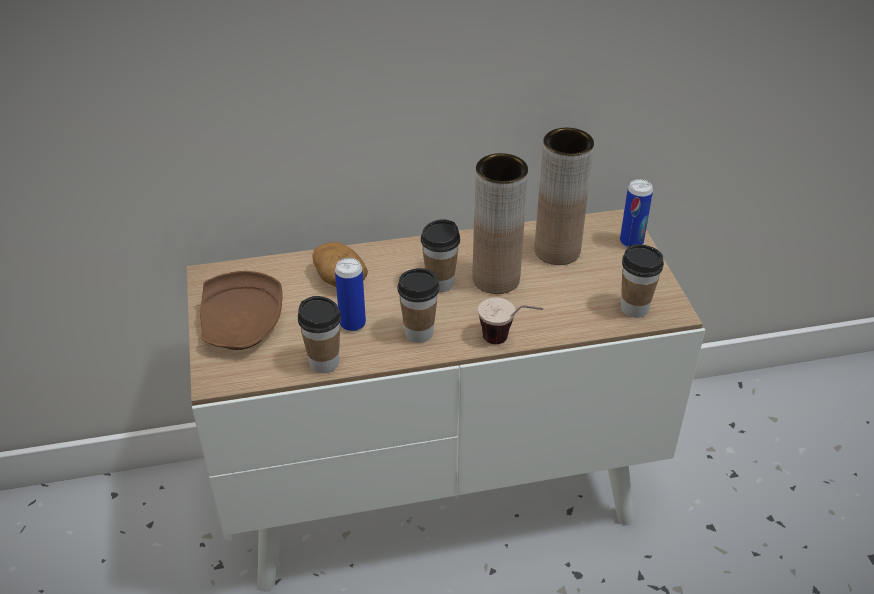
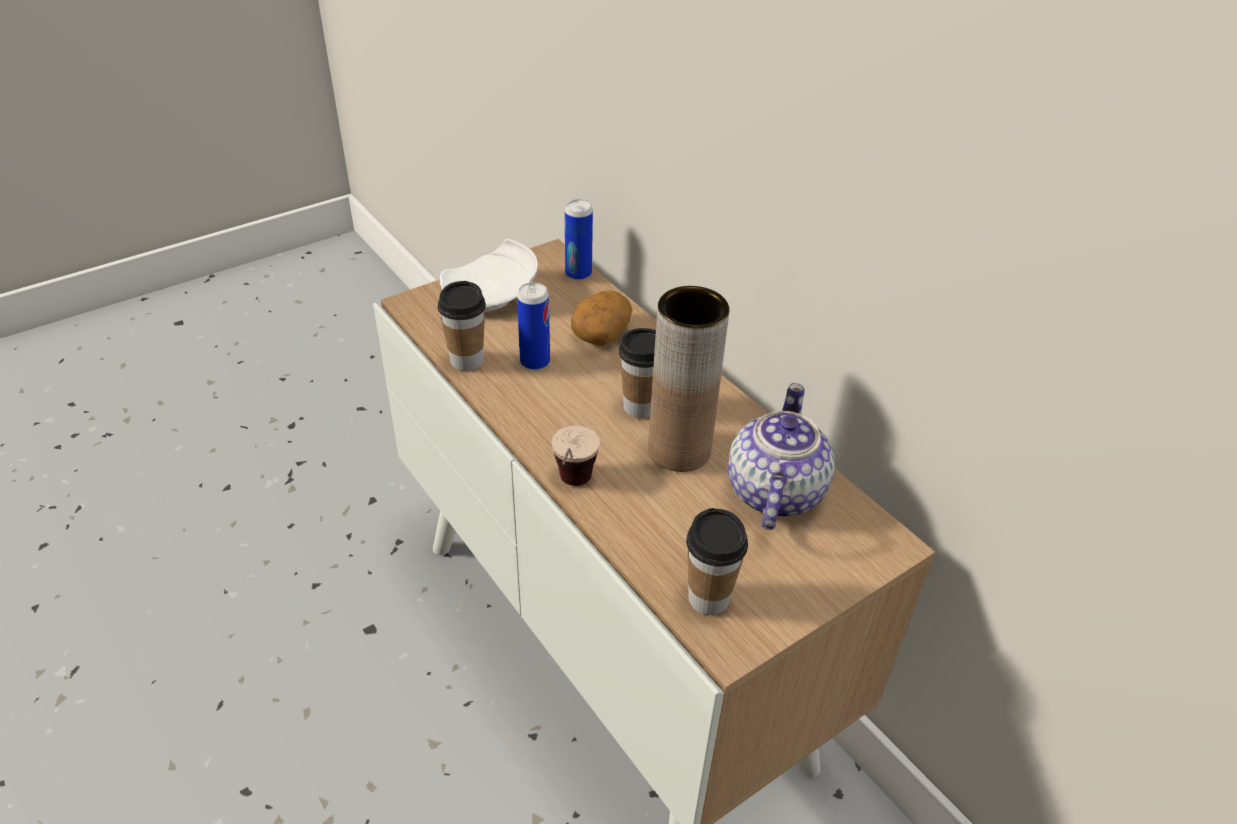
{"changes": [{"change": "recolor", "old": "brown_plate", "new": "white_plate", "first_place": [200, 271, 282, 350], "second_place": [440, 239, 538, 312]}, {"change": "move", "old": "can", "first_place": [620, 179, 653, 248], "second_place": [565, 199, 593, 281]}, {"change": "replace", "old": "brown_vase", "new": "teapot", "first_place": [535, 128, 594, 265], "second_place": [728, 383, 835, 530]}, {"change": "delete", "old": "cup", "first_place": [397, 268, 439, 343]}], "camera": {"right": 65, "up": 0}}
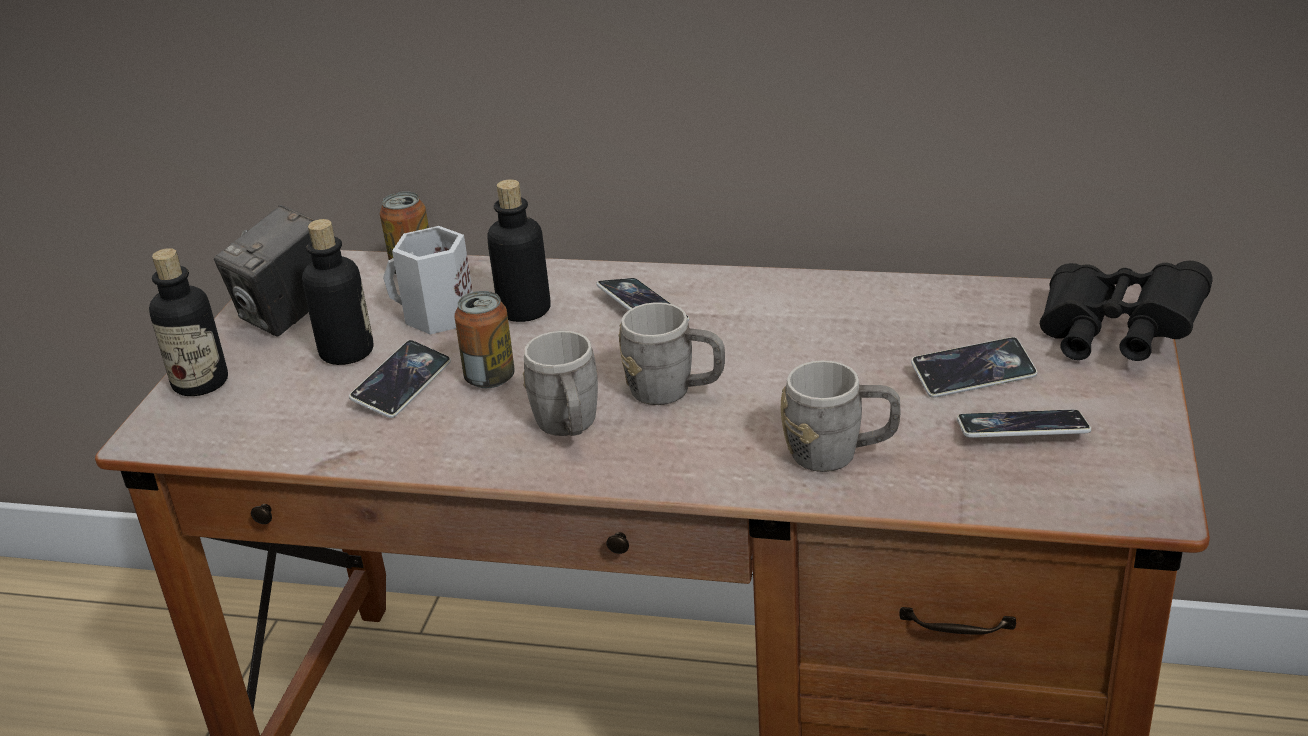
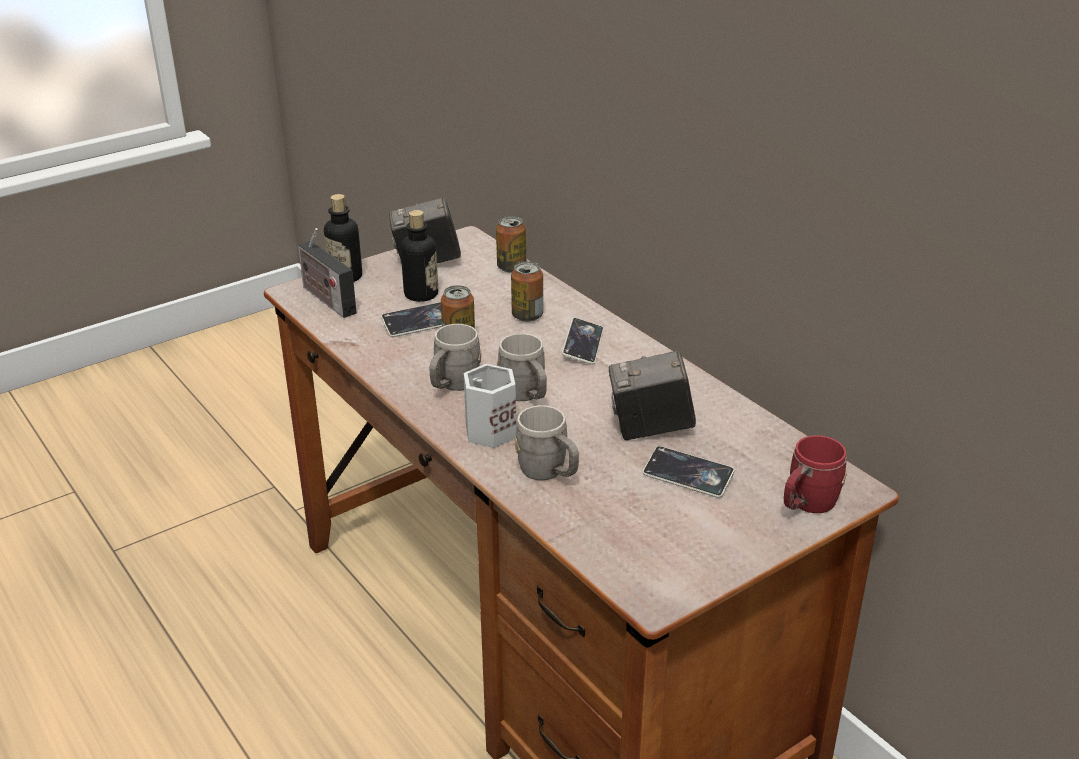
{"changes": [{"change": "insert", "new": "radio", "second_place": [298, 228, 357, 318]}, {"change": "move", "old": "white_mug", "first_place": [383, 226, 473, 335], "second_place": [464, 364, 516, 448]}, {"change": "replace", "old": "bottle", "new": "can", "first_place": [488, 179, 551, 322], "second_place": [511, 261, 543, 322]}, {"change": "insert", "new": "photo_camera", "second_place": [609, 350, 696, 440]}, {"change": "replace", "old": "black_binoculars", "new": "red_mug", "first_place": [1040, 261, 1213, 361], "second_place": [784, 435, 847, 513]}, {"change": "delete", "old": "phone", "first_place": [957, 410, 1091, 438]}], "camera": {"right": 40, "up": 0}}
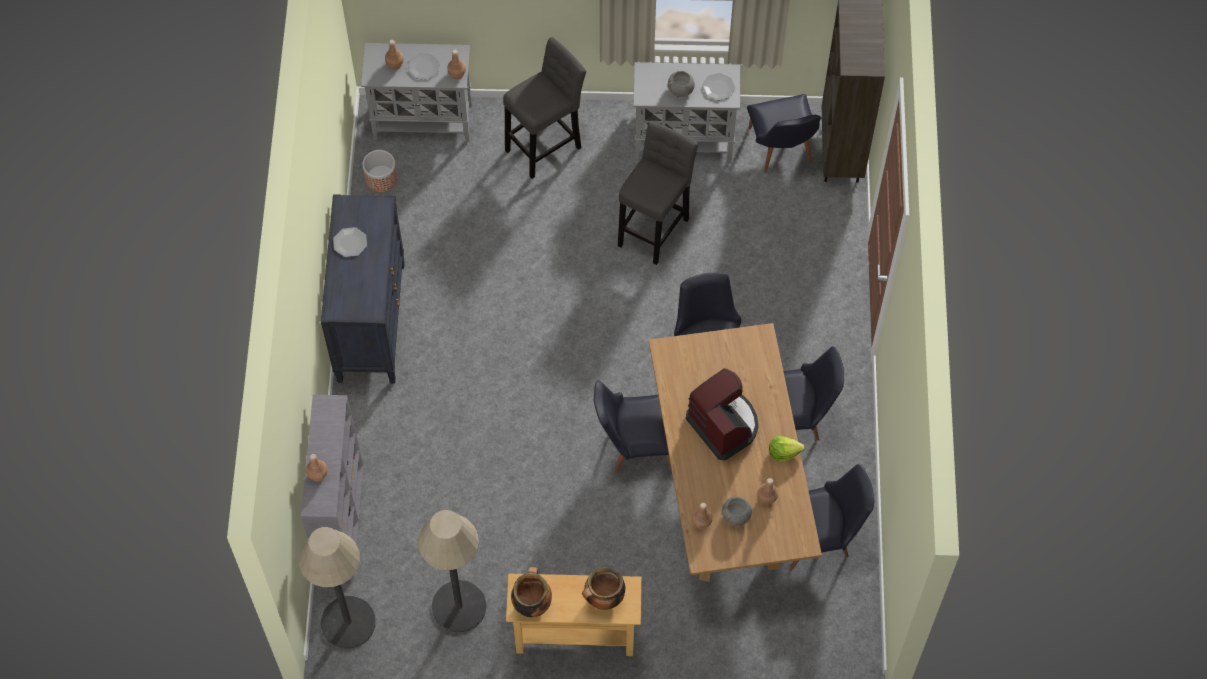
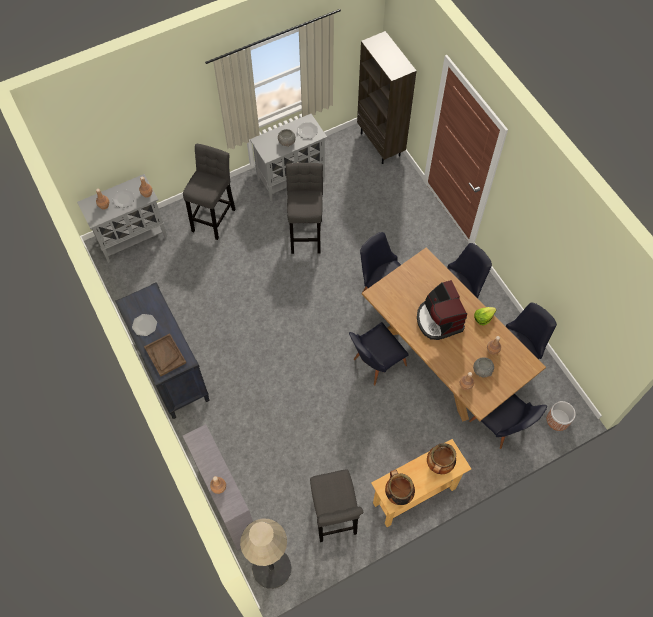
{"changes": [{"change": "insert", "new": "brown_tray", "second_place": [144, 333, 186, 377]}, {"change": "replace", "old": "floor_lamp", "new": "grey_stool", "first_place": [418, 510, 487, 633], "second_place": [310, 469, 363, 542]}, {"change": "rotate", "old": "coffee_machine", "first_place": [686, 368, 759, 461], "second_place": [417, 280, 467, 340], "degrees": -135}, {"change": "move", "old": "black_chair", "first_place": [747, 94, 821, 173], "second_place": [469, 394, 547, 449]}, {"change": "move", "old": "planter", "first_place": [362, 150, 397, 192], "second_place": [547, 401, 576, 431]}], "camera": {"right": -30, "up": 0}}
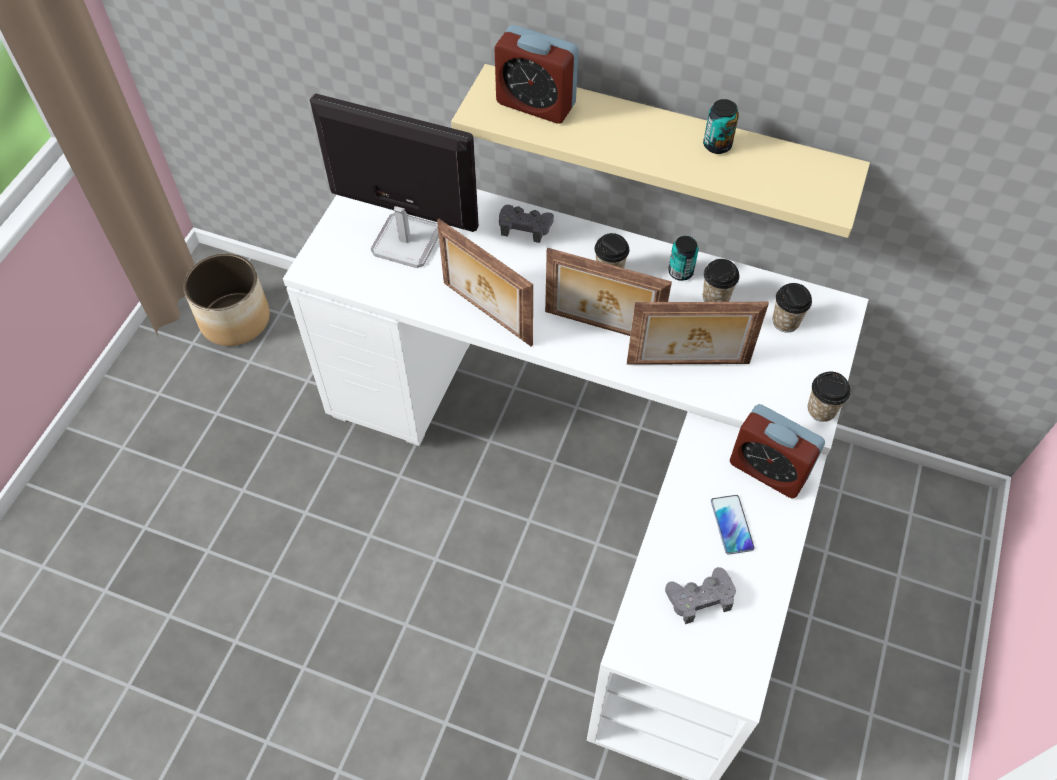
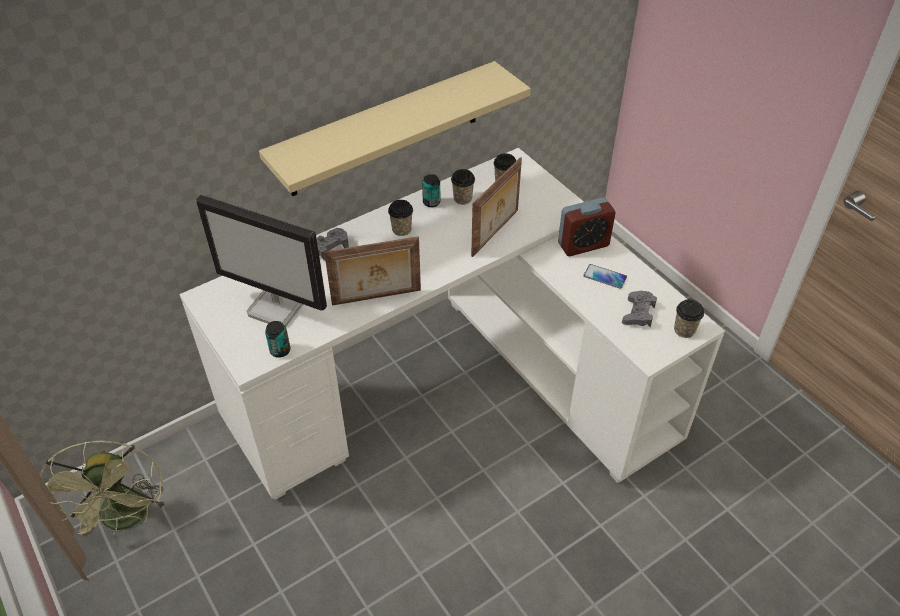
{"changes": [{"change": "replace", "old": "planter", "new": "green_fan", "first_place": [183, 254, 270, 346], "second_place": [40, 441, 167, 536]}, {"change": "rotate", "old": "monitor", "first_place": [310, 93, 479, 268], "second_place": [196, 195, 327, 327], "degrees": -120}, {"change": "move", "old": "can", "first_place": [703, 99, 739, 154], "second_place": [265, 321, 291, 358]}, {"change": "move", "old": "cup", "first_place": [807, 372, 850, 422], "second_place": [674, 299, 704, 338]}, {"change": "delete", "old": "alarm_clock", "first_place": [494, 25, 579, 123]}, {"change": "delete", "old": "picture_frame", "first_place": [545, 248, 672, 336]}], "camera": {"right": -55, "up": -10}}
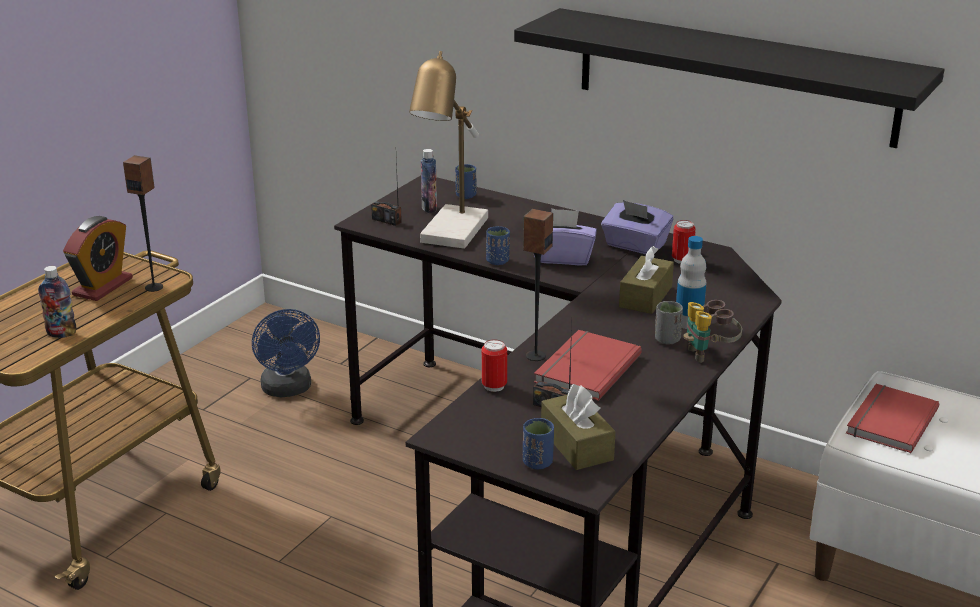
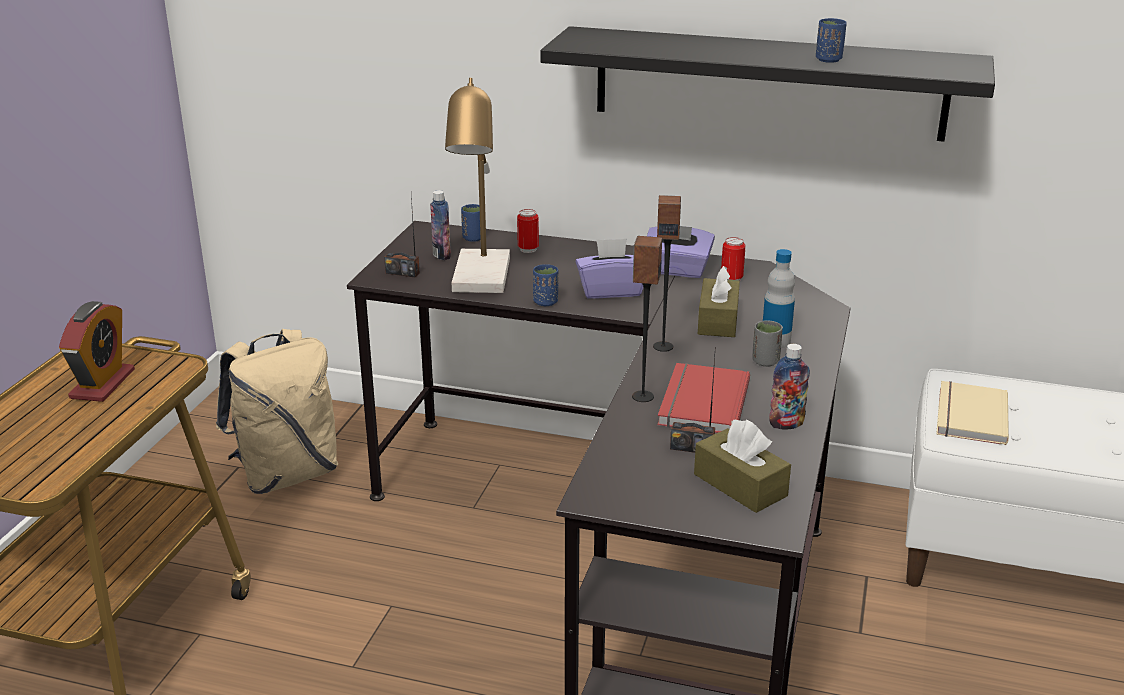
{"changes": [{"change": "replace", "old": "blue_fan", "new": "beige_backpack", "first_place": [252, 309, 320, 397], "second_place": [216, 329, 338, 494]}, {"change": "move", "old": "can", "first_place": [481, 339, 507, 392], "second_place": [517, 209, 539, 253]}, {"change": "move", "old": "speaker", "first_place": [123, 155, 163, 292], "second_place": [653, 195, 681, 352]}, {"change": "move", "old": "bottle", "first_place": [38, 266, 76, 338], "second_place": [769, 344, 810, 430]}, {"change": "move", "old": "blue_cup", "first_place": [523, 418, 554, 470], "second_place": [816, 18, 847, 63]}, {"change": "recolor", "old": "red_book", "new": "beige_book", "first_place": [846, 384, 939, 453], "second_place": [936, 381, 1009, 445]}, {"change": "delete", "old": "binoculars", "first_place": [683, 300, 742, 363]}], "camera": {"right": -15, "up": 0}}
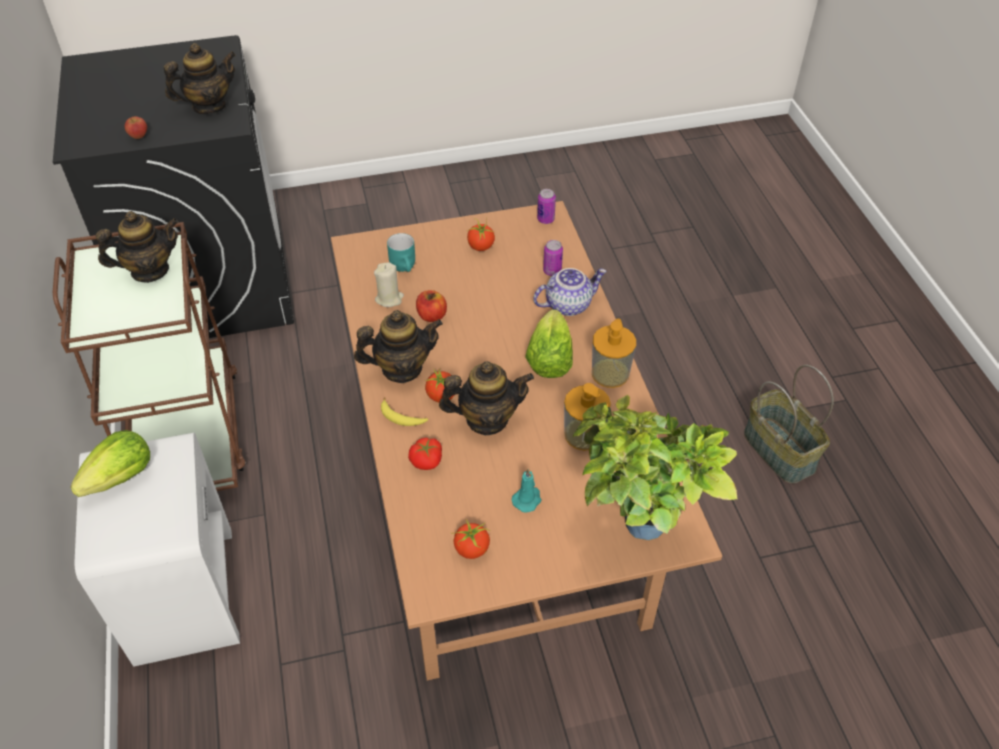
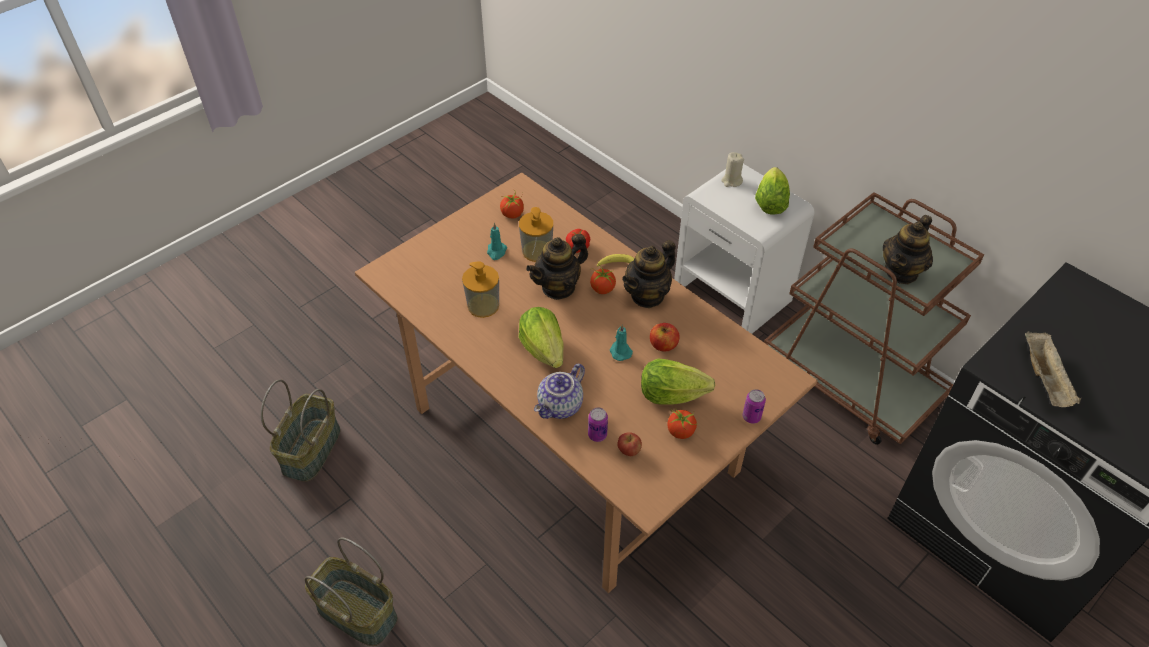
{"changes": [{"change": "insert", "new": "basket", "second_place": [261, 379, 340, 482]}, {"change": "move", "old": "soap_dispenser", "first_place": [592, 318, 636, 388], "second_place": [519, 207, 553, 262]}, {"change": "insert", "new": "turquoise_candle", "second_place": [610, 324, 633, 361]}, {"change": "move", "old": "apple", "first_place": [125, 116, 147, 139], "second_place": [617, 432, 642, 456]}, {"change": "insert", "new": "lettuce", "second_place": [641, 359, 715, 405]}, {"change": "move", "old": "beige_candle", "first_place": [374, 262, 404, 307], "second_place": [721, 152, 744, 187]}, {"change": "move", "old": "can", "first_place": [537, 189, 556, 224], "second_place": [743, 389, 766, 424]}, {"change": "replace", "old": "teapot", "new": "beige_tray", "first_place": [164, 43, 236, 114], "second_place": [1025, 331, 1081, 407]}, {"change": "delete", "old": "turquoise_mug", "first_place": [387, 233, 415, 272]}, {"change": "delete", "old": "potted_plant", "first_place": [573, 395, 737, 540]}], "camera": {"right": 150, "up": 0}}
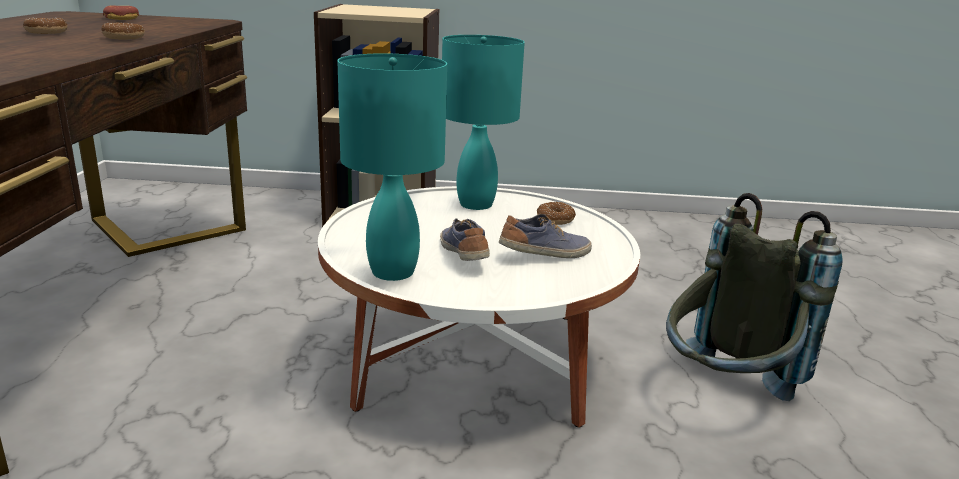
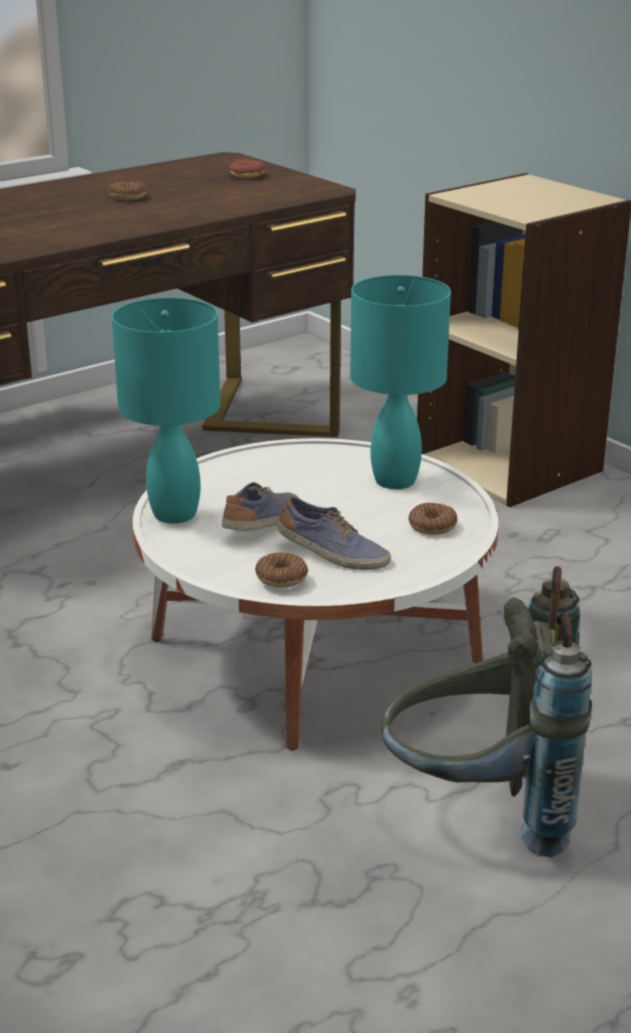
{"changes": [{"change": "move", "old": "donut", "first_place": [101, 22, 145, 40], "second_place": [255, 553, 308, 588]}], "camera": {"right": 50, "up": 5}}
